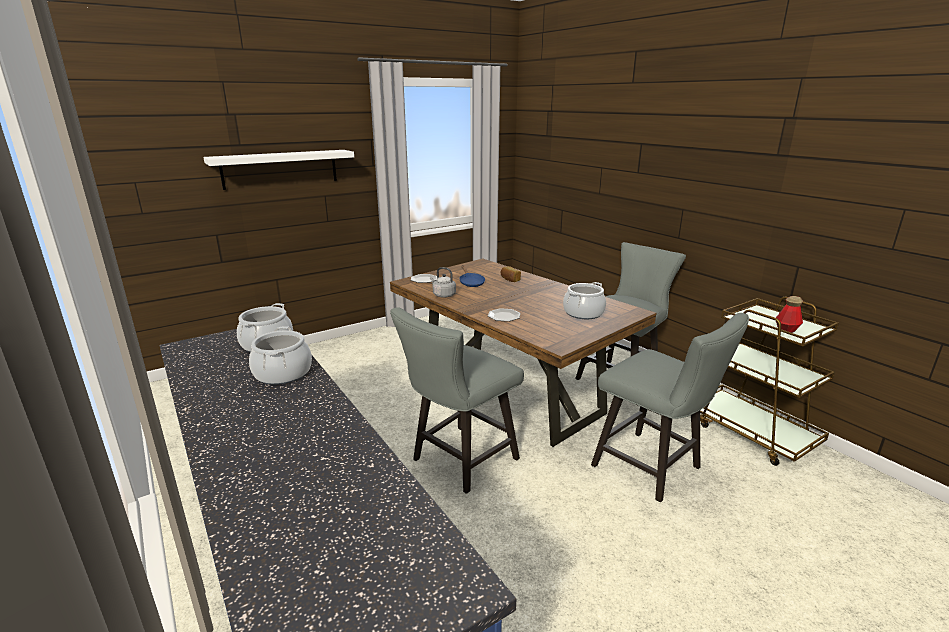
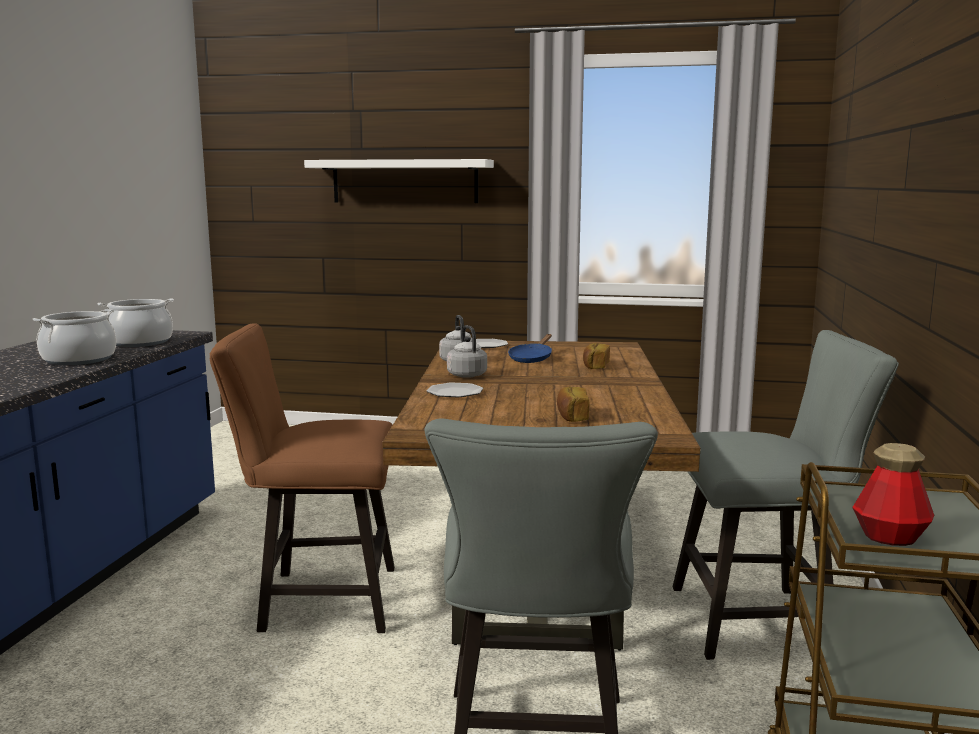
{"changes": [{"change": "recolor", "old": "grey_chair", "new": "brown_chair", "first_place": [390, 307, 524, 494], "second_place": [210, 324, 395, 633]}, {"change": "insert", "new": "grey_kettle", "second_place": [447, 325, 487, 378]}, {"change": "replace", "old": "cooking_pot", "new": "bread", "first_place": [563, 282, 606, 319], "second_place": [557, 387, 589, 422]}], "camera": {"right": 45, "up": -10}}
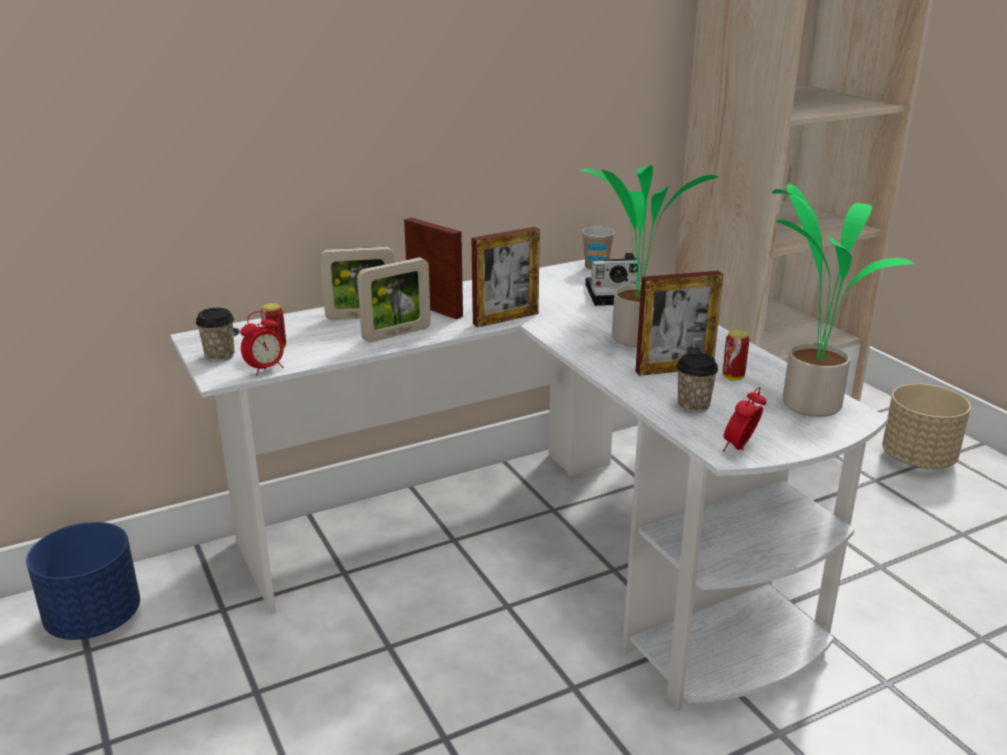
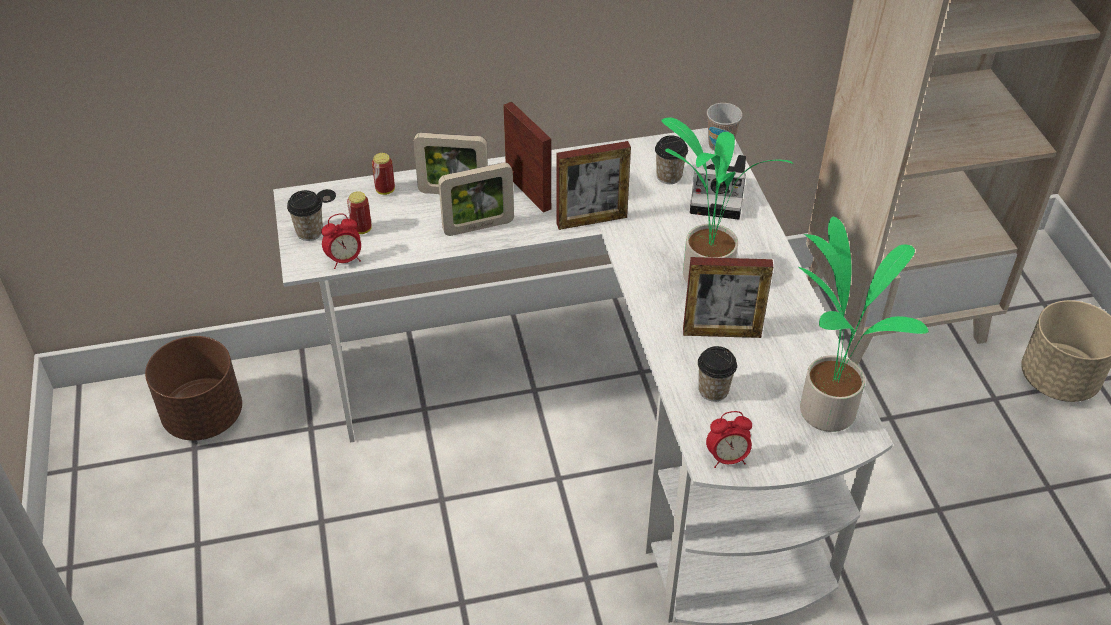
{"changes": [{"change": "recolor", "old": "blue_planter", "new": "brown_planter", "first_place": [26, 522, 140, 640], "second_place": [145, 336, 242, 441]}, {"change": "move", "old": "can", "first_place": [722, 330, 749, 381], "second_place": [372, 153, 395, 195]}, {"change": "insert", "new": "cup", "second_place": [655, 136, 688, 184]}, {"change": "rotate", "old": "alarm_clock", "first_place": [723, 387, 766, 451], "second_place": [706, 411, 752, 468], "degrees": -150}], "camera": {"right": 15, "up": 20}}
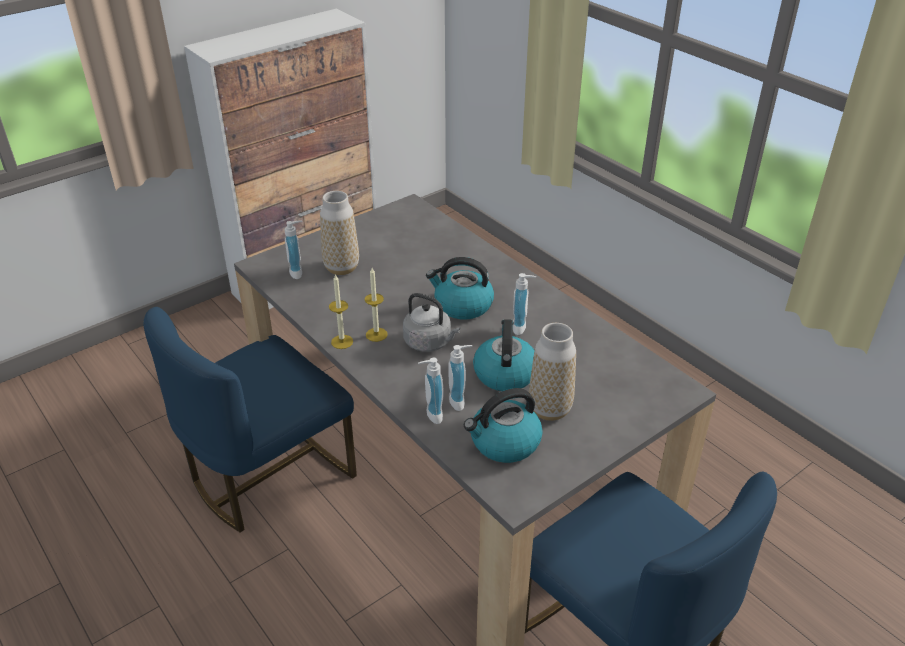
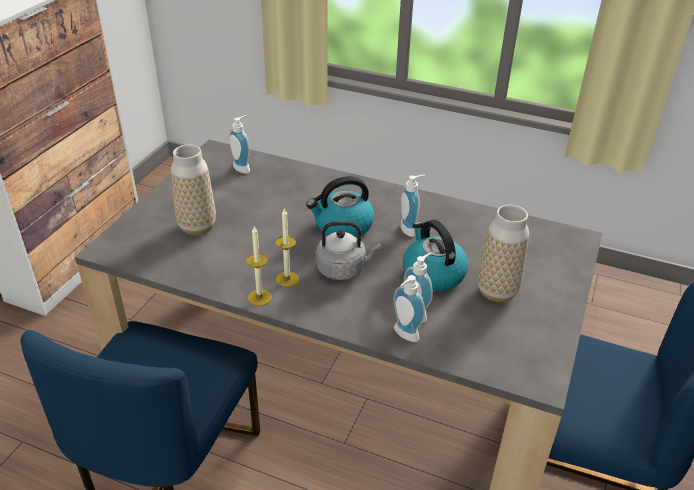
{"changes": [{"change": "move", "old": "soap_dispenser", "first_place": [285, 221, 302, 279], "second_place": [229, 115, 250, 174]}, {"change": "delete", "old": "kettle", "first_place": [464, 388, 543, 463]}], "camera": {"right": -30, "up": 0}}
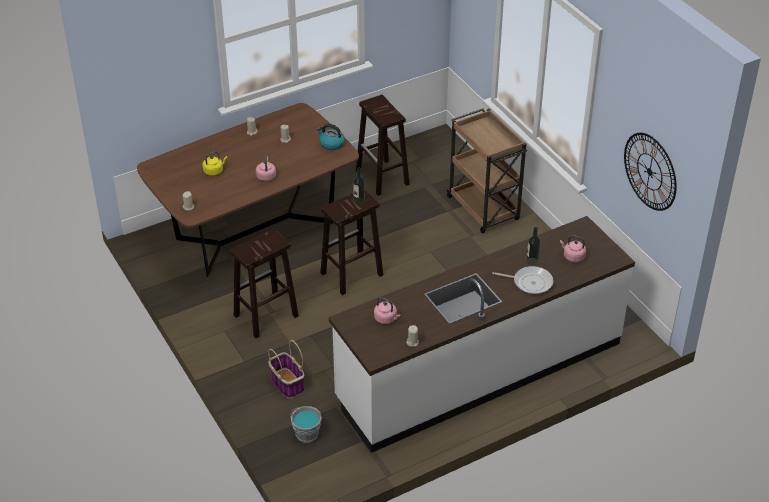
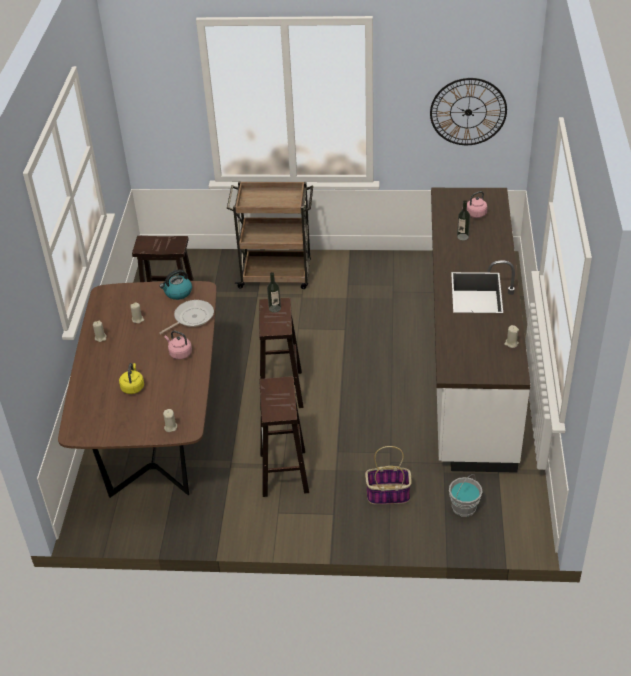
{"changes": [{"change": "move", "old": "frying_pan", "first_place": [493, 266, 554, 294], "second_place": [159, 300, 214, 334]}, {"change": "delete", "old": "pink_kettle", "first_place": [374, 297, 401, 324]}], "camera": {"right": -55, "up": 0}}
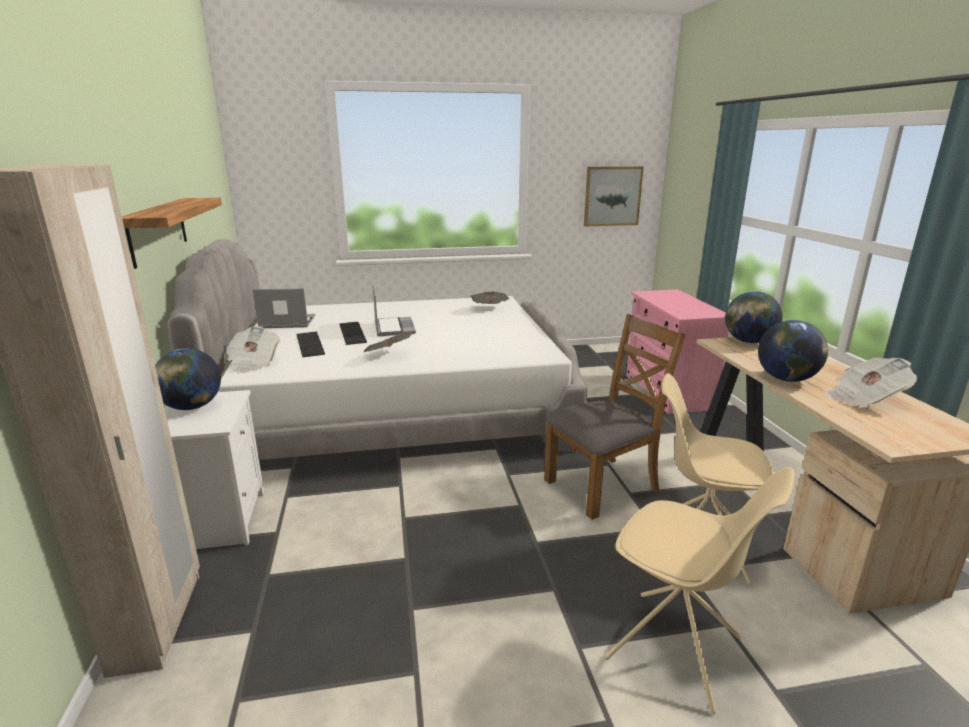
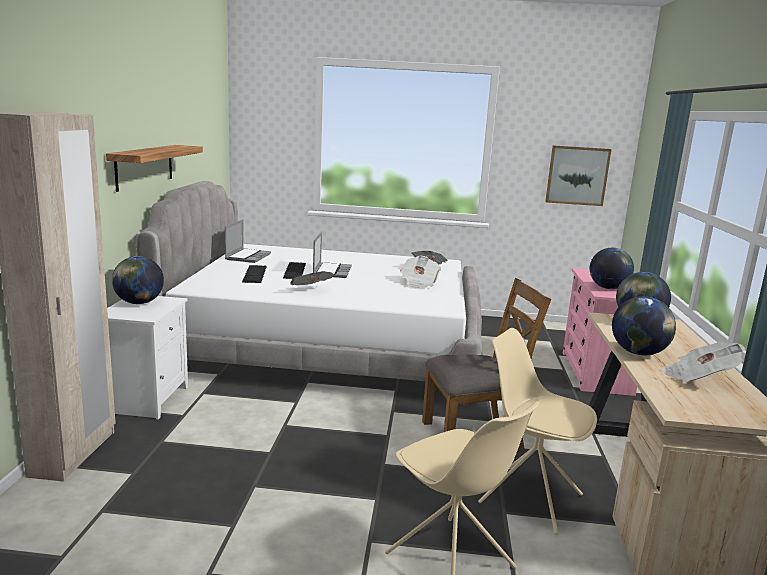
{"changes": [{"change": "rotate", "old": "laptop", "first_place": [252, 288, 315, 328], "second_place": [225, 219, 271, 263], "degrees": 90}, {"change": "move", "old": "newspaper", "first_place": [226, 326, 280, 373], "second_place": [400, 256, 441, 289]}, {"change": "insert", "new": "globe", "second_place": [590, 248, 634, 289]}], "camera": {"right": 15, "up": -5}}
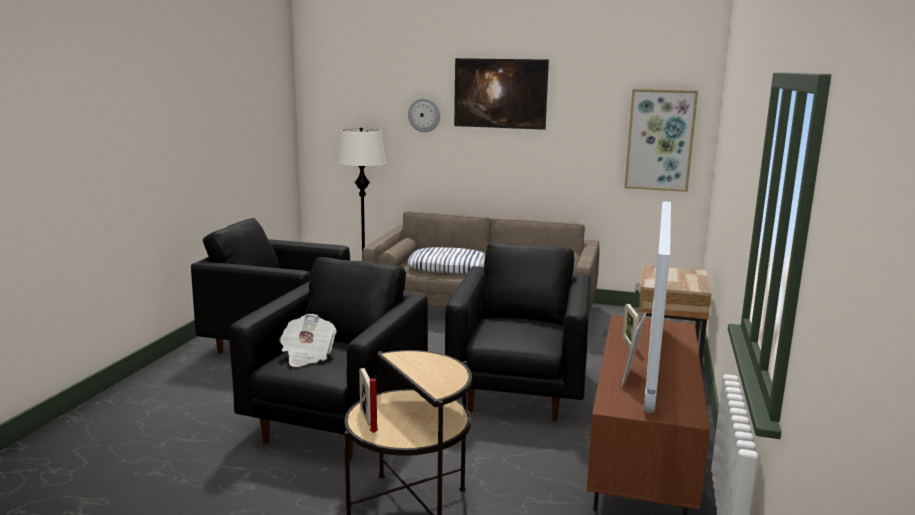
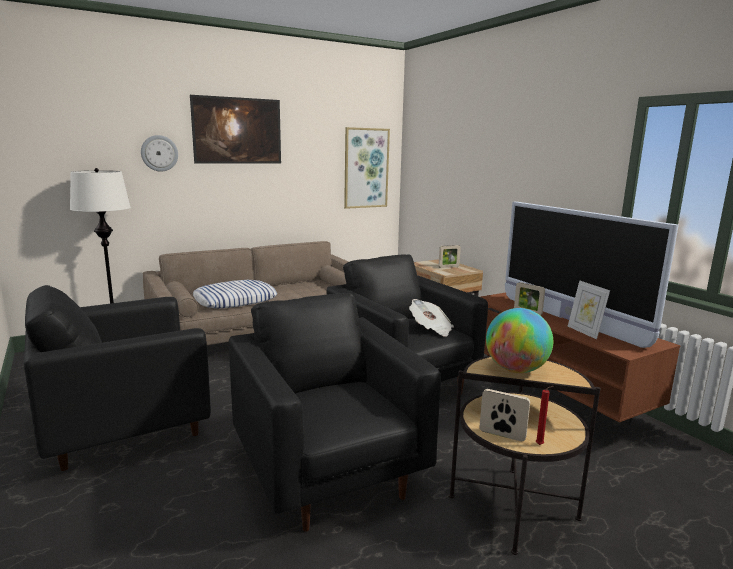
{"changes": [{"change": "move", "old": "newspaper", "first_place": [280, 314, 337, 367], "second_place": [409, 299, 454, 337]}, {"change": "insert", "new": "picture_frame", "second_place": [439, 245, 461, 268]}, {"change": "insert", "new": "globe", "second_place": [486, 308, 553, 373]}], "camera": {"right": -45, "up": 0}}
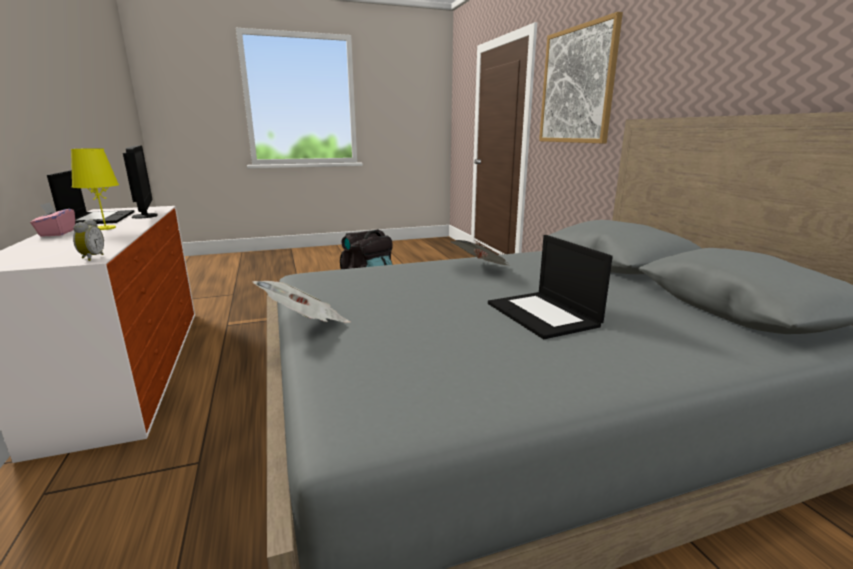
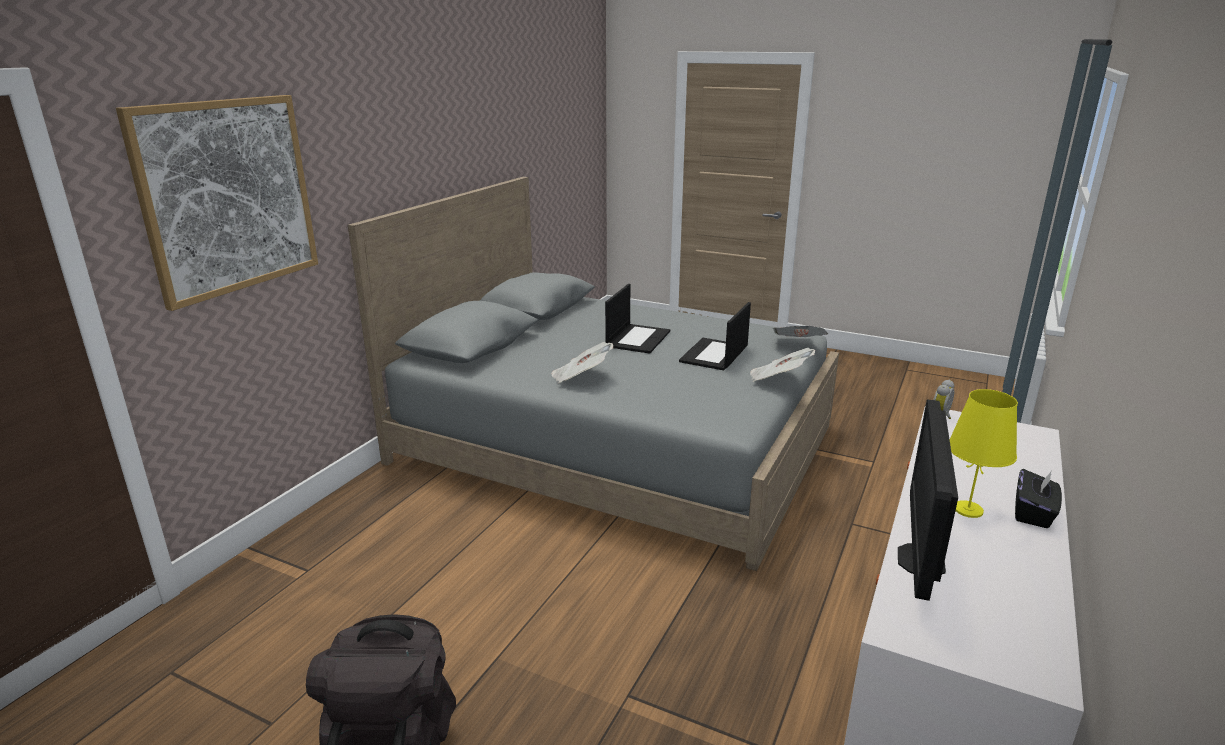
{"changes": [{"change": "move", "old": "laptop", "first_place": [47, 170, 134, 224], "second_place": [679, 302, 751, 370]}, {"change": "insert", "new": "newspaper", "second_place": [773, 326, 828, 337]}, {"change": "recolor", "old": "pink_tissue_box", "new": "black_tissue_box", "first_place": [30, 202, 75, 237], "second_place": [1015, 469, 1062, 528]}], "camera": {"right": -135, "up": 5}}
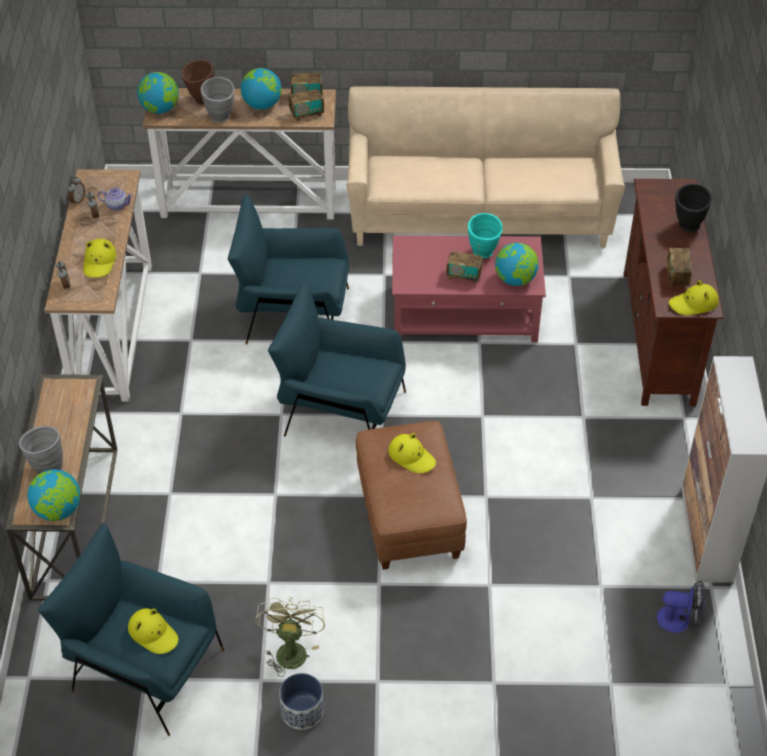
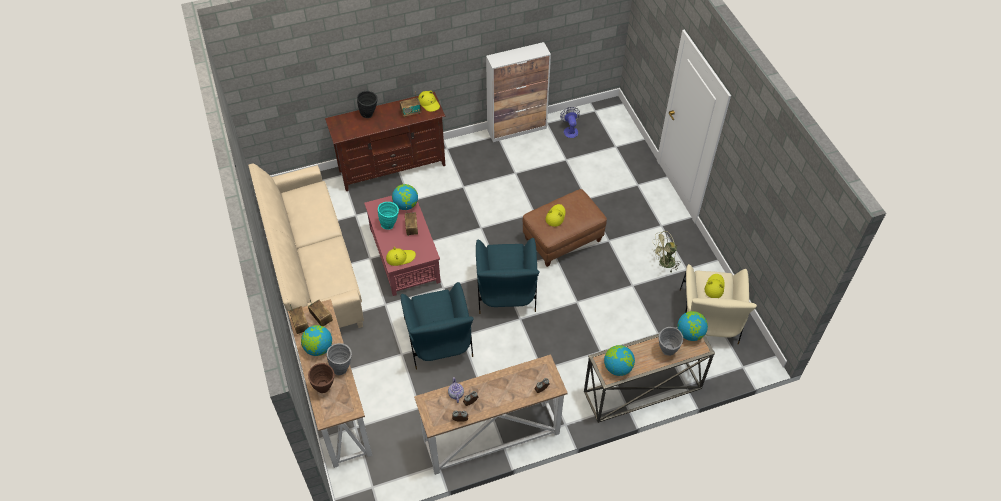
{"changes": [{"change": "move", "old": "yellow_hat", "first_place": [83, 239, 116, 278], "second_place": [386, 247, 416, 266]}, {"change": "move", "old": "globe", "first_place": [137, 72, 179, 114], "second_place": [604, 345, 635, 376]}, {"change": "recolor", "old": "blue_armchair", "new": "beige_armchair", "first_place": [38, 523, 224, 736], "second_place": [680, 264, 757, 345]}, {"change": "delete", "old": "planter", "first_place": [279, 673, 324, 730]}], "camera": {"right": -110, "up": 5}}
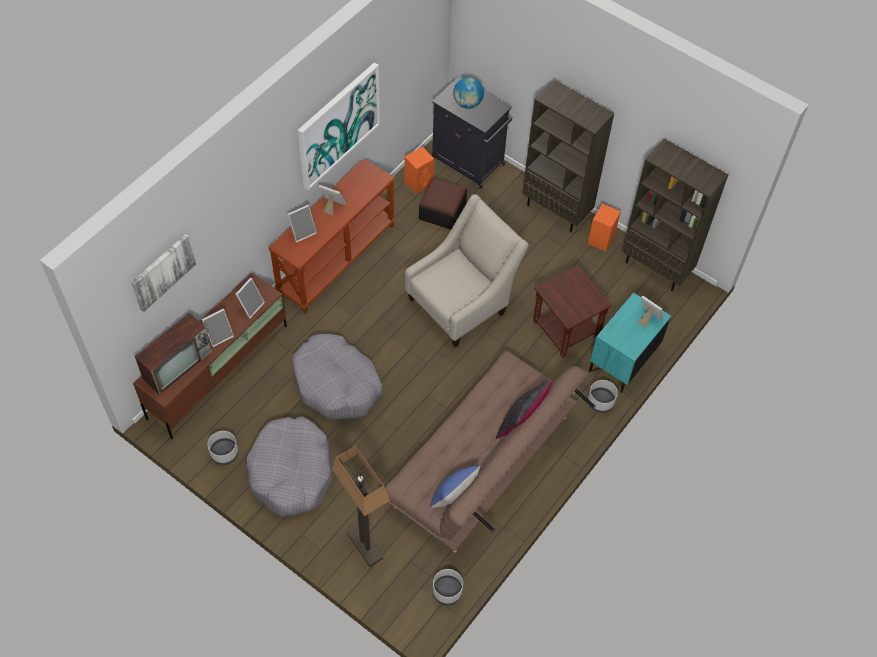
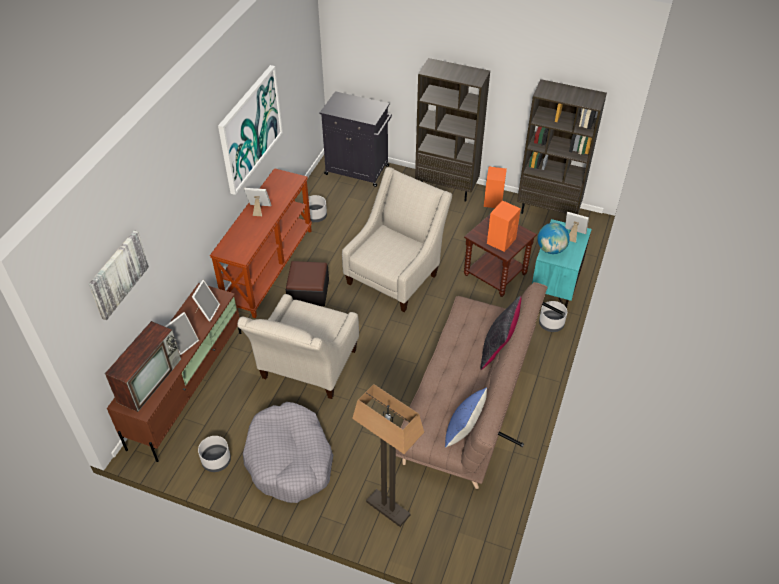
{"changes": [{"change": "replace", "old": "grey_dog_bed", "new": "beige_armchair", "first_place": [291, 334, 383, 419], "second_place": [237, 294, 359, 399]}, {"change": "move", "old": "ottoman", "first_place": [419, 178, 467, 229], "second_place": [286, 261, 329, 306]}, {"change": "move", "old": "grey_planter", "first_place": [433, 569, 463, 605], "second_place": [308, 195, 327, 222]}, {"change": "move", "old": "orange_speaker", "first_place": [405, 147, 434, 194], "second_place": [487, 200, 521, 252]}, {"change": "move", "old": "globe", "first_place": [453, 77, 484, 109], "second_place": [538, 223, 570, 254]}, {"change": "delete", "old": "picture_frame", "first_place": [288, 205, 317, 242]}], "camera": {"right": -15, "up": -10}}
